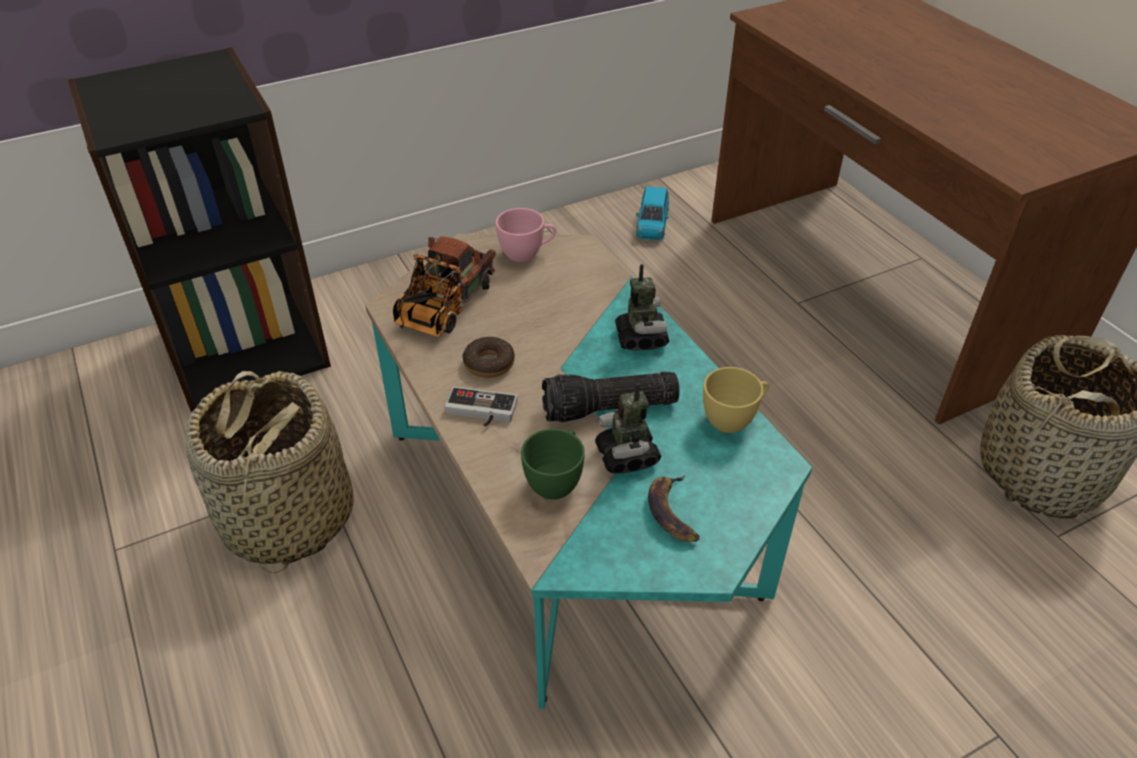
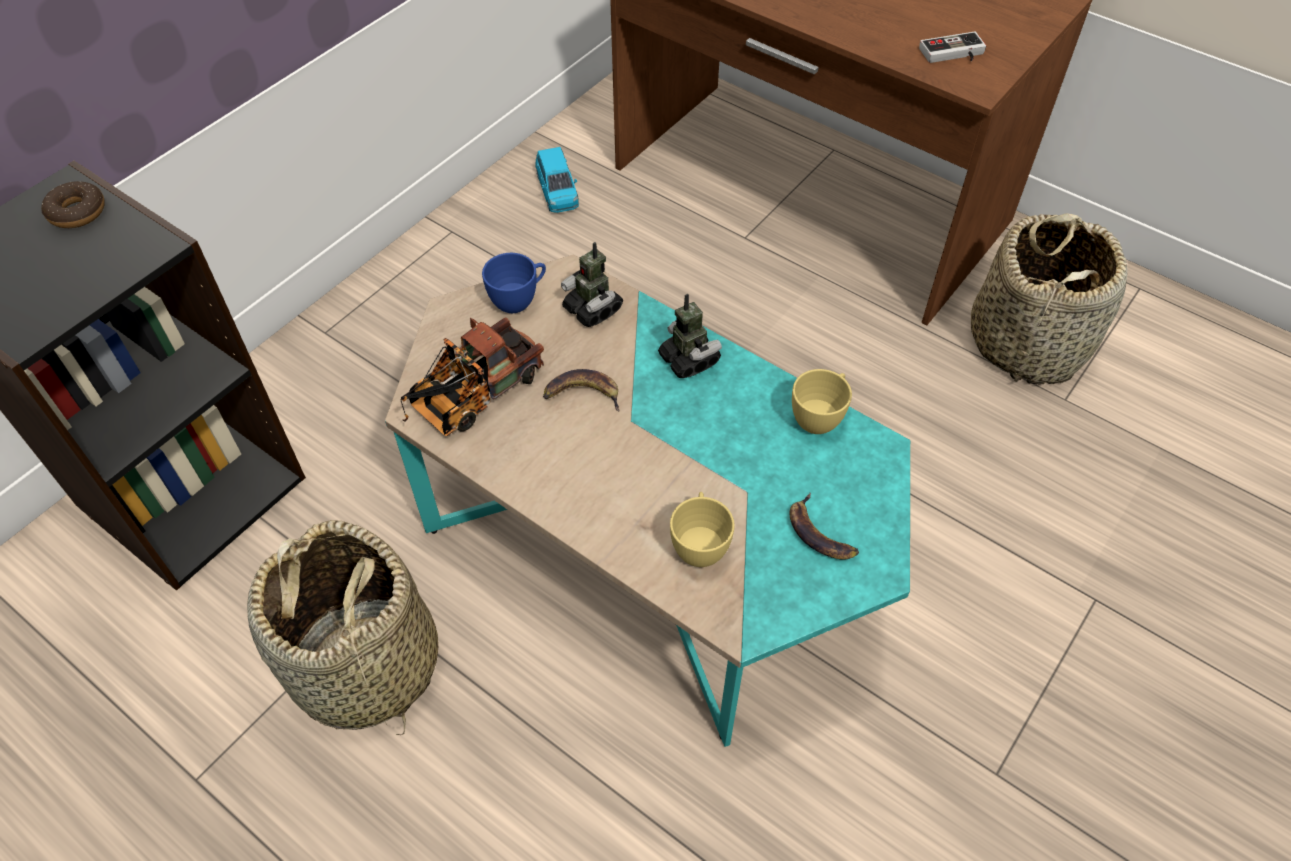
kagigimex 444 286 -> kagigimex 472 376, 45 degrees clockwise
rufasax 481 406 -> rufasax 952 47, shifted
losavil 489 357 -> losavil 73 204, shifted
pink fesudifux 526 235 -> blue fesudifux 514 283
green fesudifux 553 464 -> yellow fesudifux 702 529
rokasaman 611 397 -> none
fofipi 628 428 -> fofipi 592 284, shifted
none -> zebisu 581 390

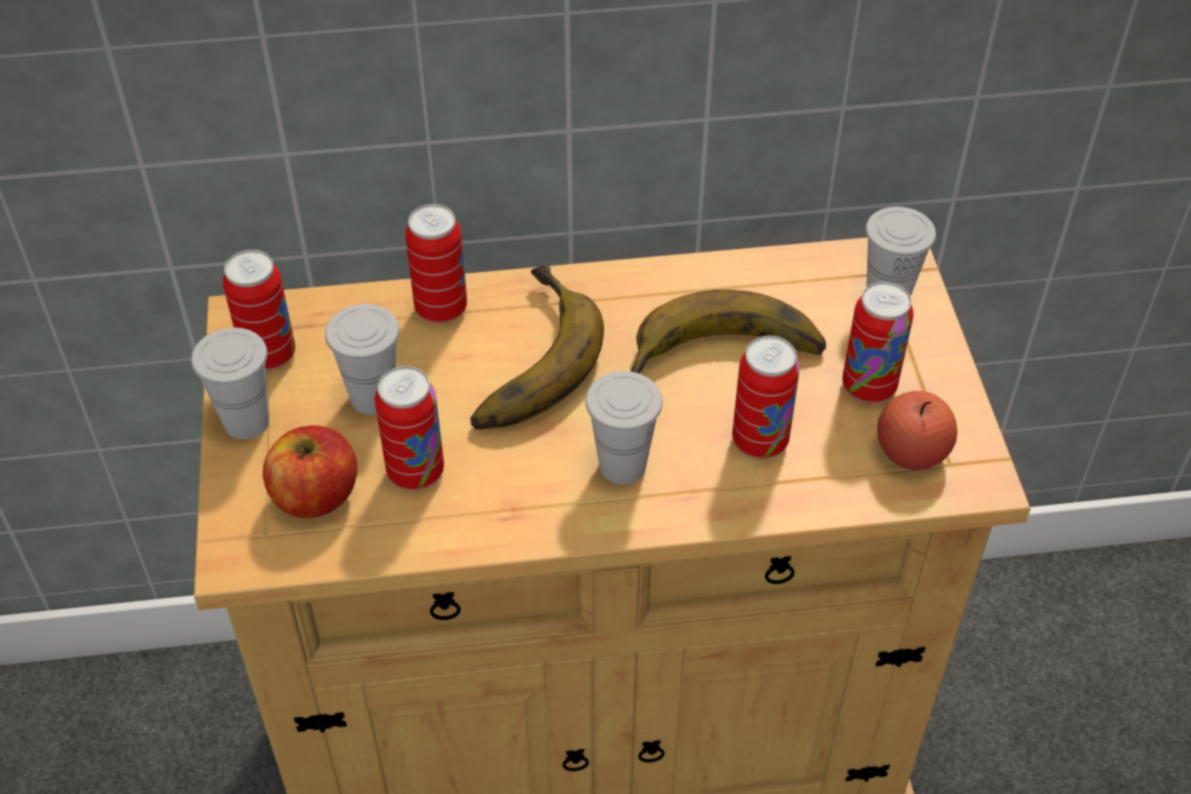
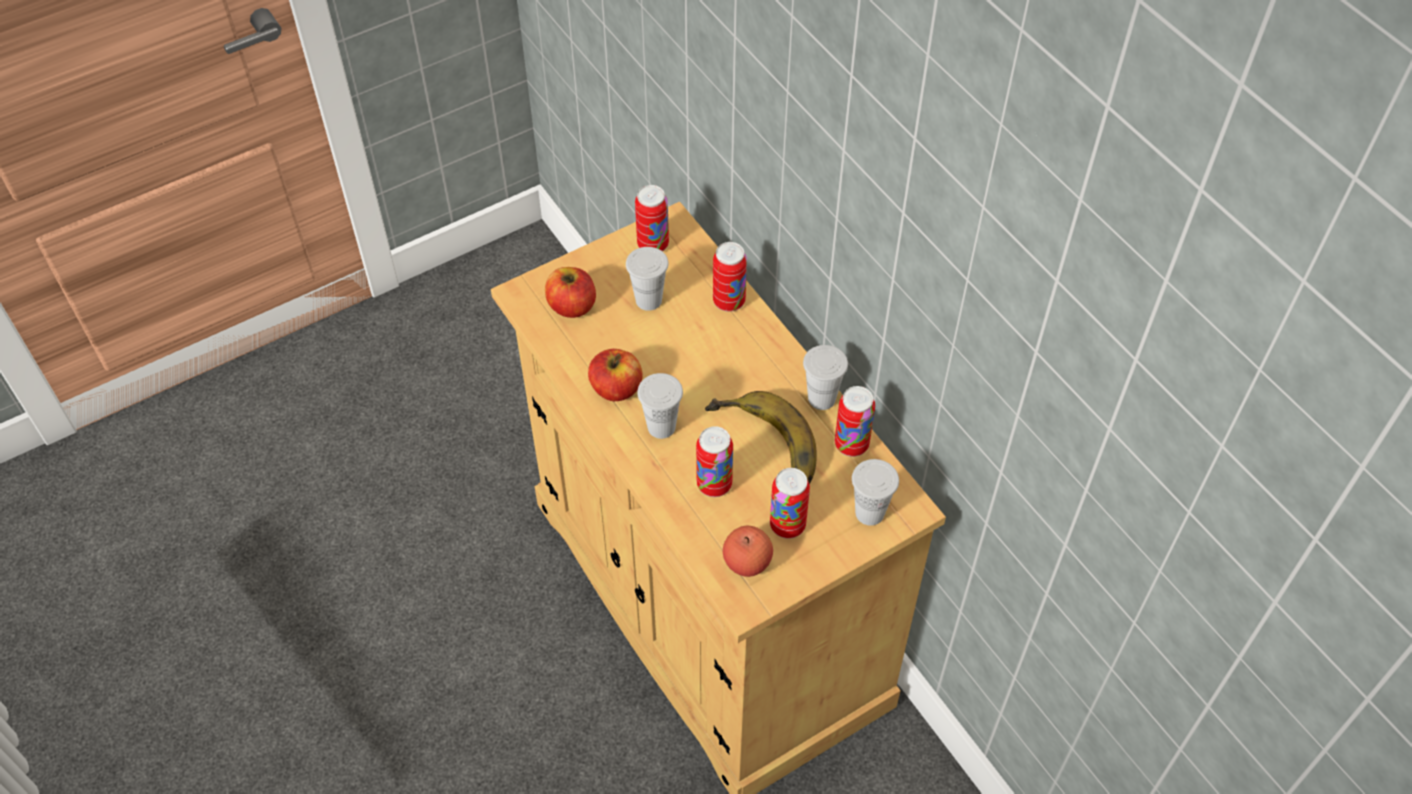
white fesudifux 230 383 -> white fesudifux 825 377, shifted
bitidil 409 428 -> bitidil 855 421, shifted
zebisu 537 347 -> none
none -> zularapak 615 375

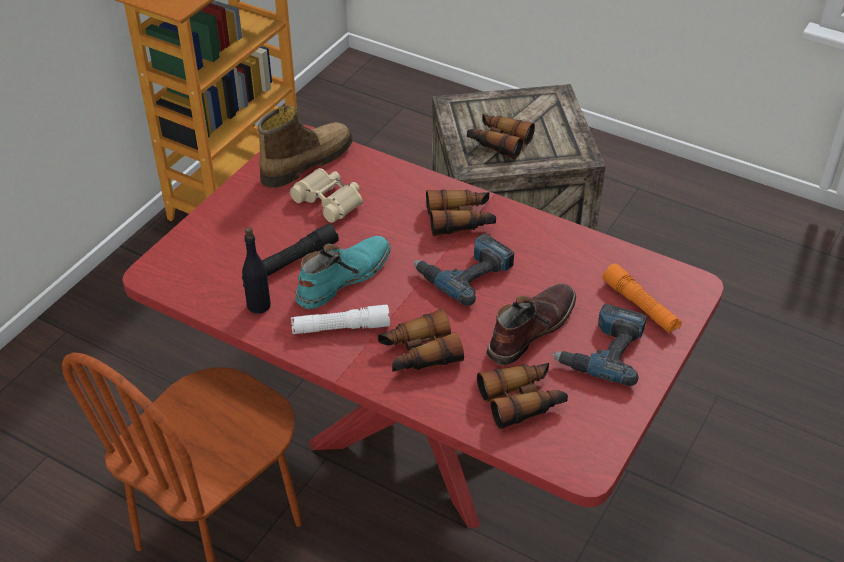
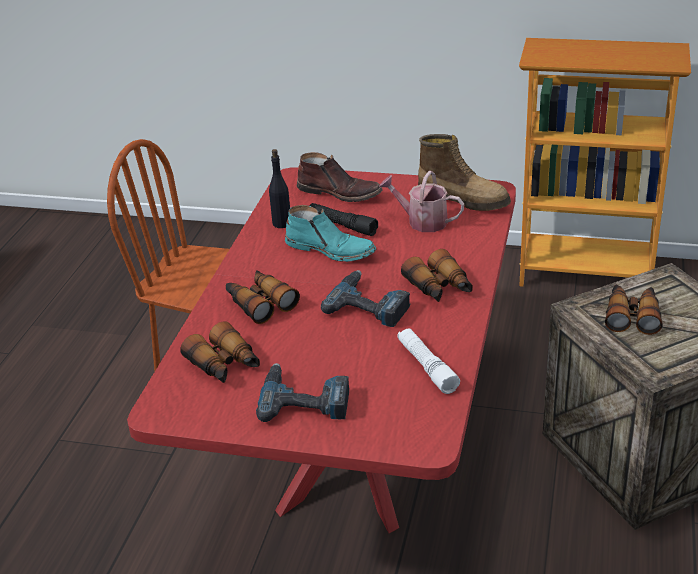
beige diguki 326 195 -> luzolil 421 201
white rokasaman 340 319 -> white rokasaman 428 361, shifted
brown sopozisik 531 324 -> brown sopozisik 340 177, shifted
orange rokasaman 642 298 -> none

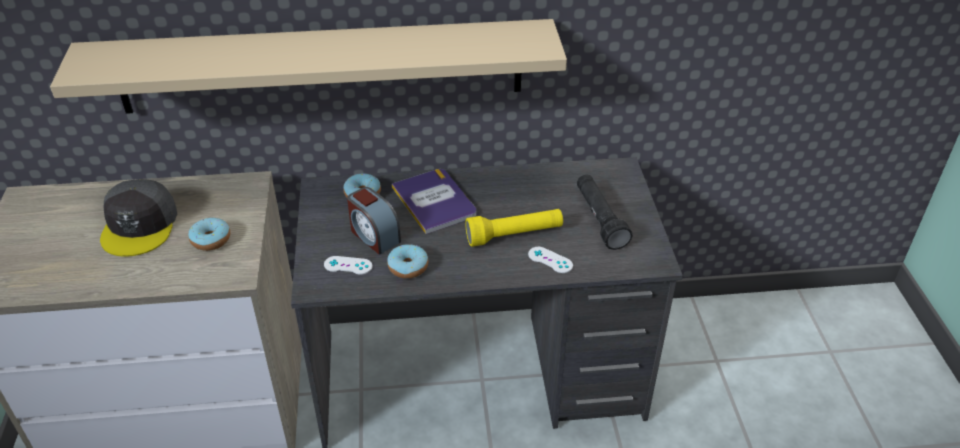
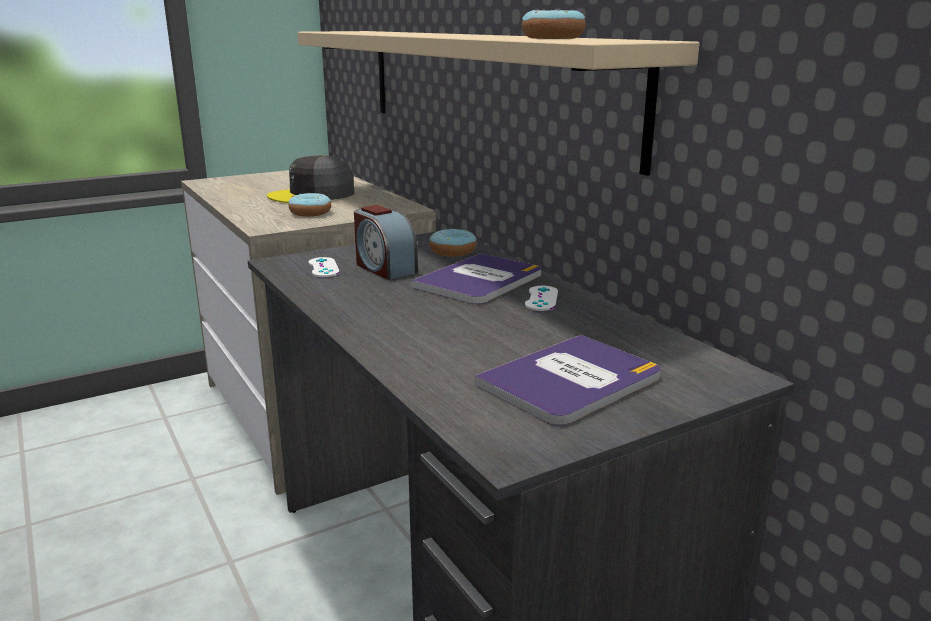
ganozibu 374 221 -> ganozibu 386 242, 60 degrees counterclockwise
losavil 407 261 -> losavil 554 24, shifted
yellow rokasaman 514 228 -> none
white rufasax 550 260 -> white rufasax 541 298, shifted
black rokasaman 605 212 -> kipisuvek 567 380

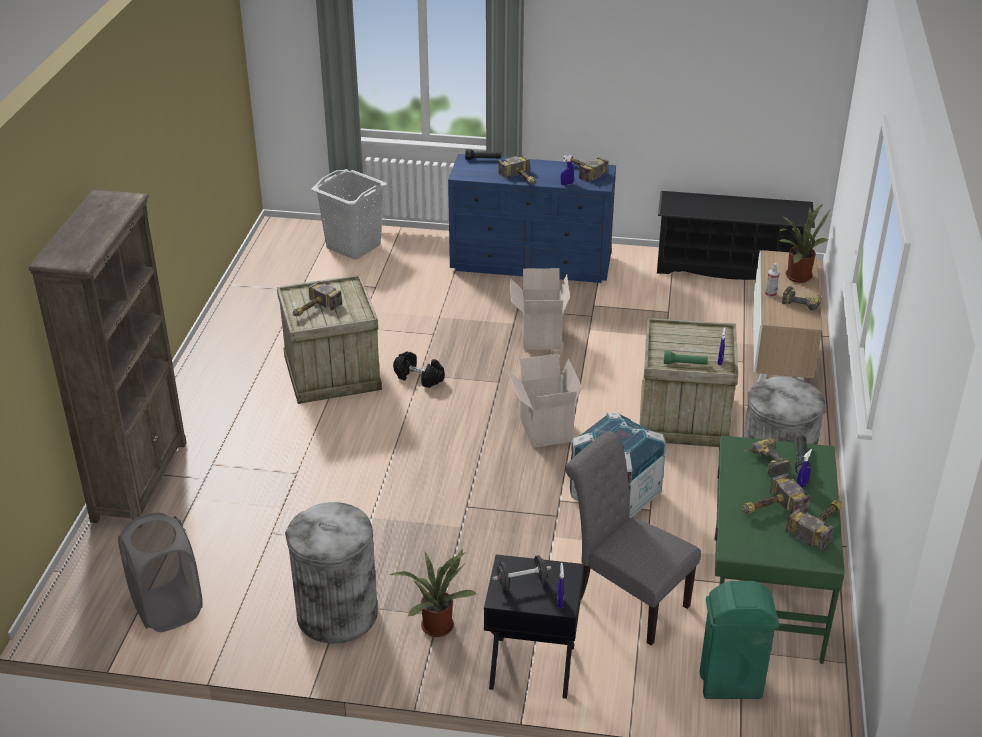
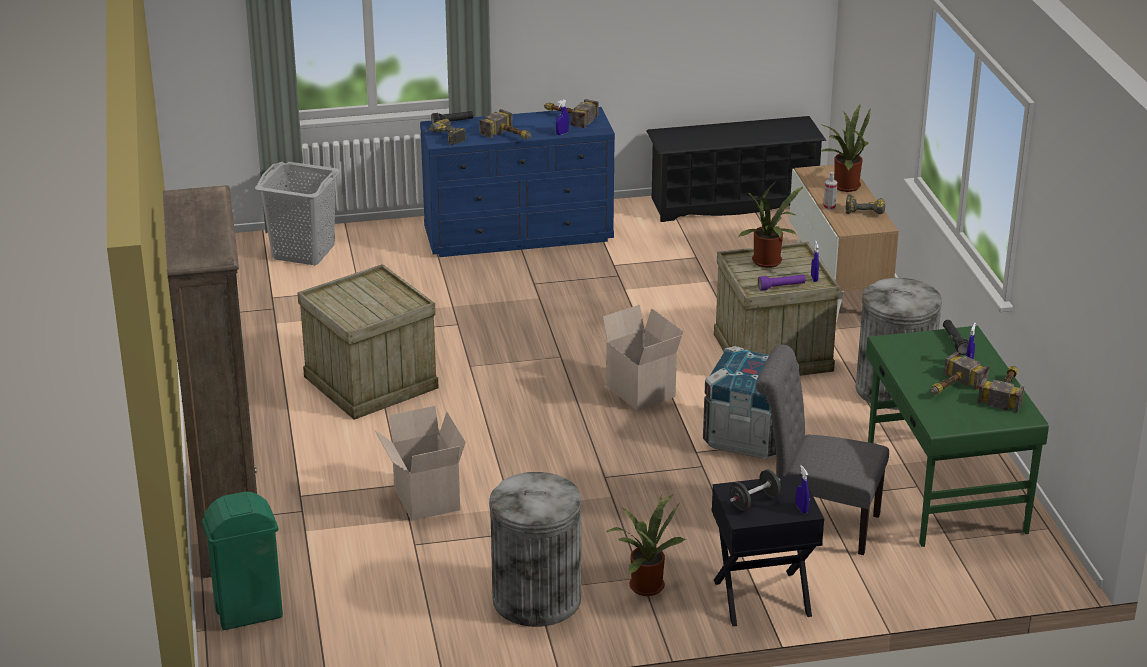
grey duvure 160 572 -> none
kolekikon 317 298 -> none
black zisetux 419 369 -> none
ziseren 540 309 -> ziseren 420 463, shifted
green rokasaman 686 358 -> purple rokasaman 781 283
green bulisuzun 739 640 -> green bulisuzun 242 561, shifted
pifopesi 766 457 -> pifopesi 445 132, shifted
none -> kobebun 770 225

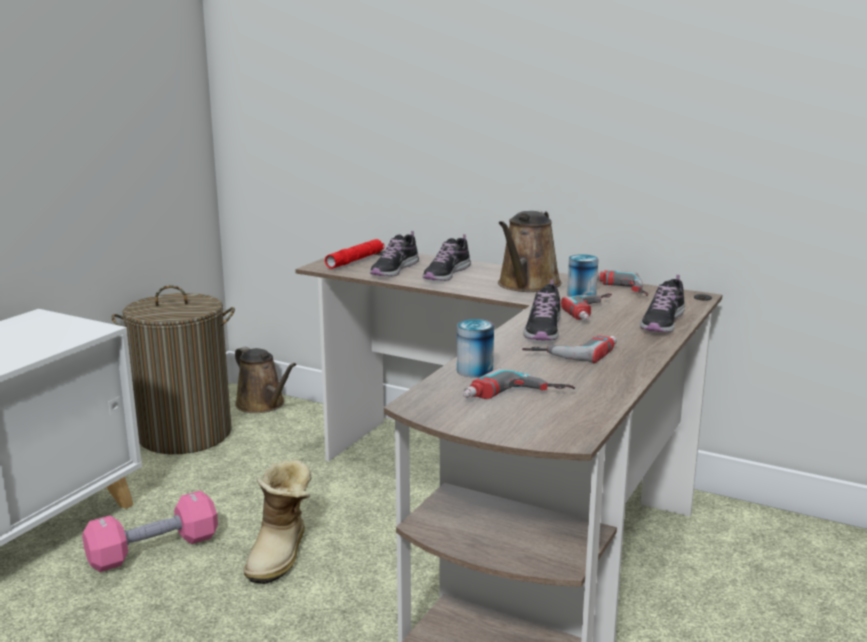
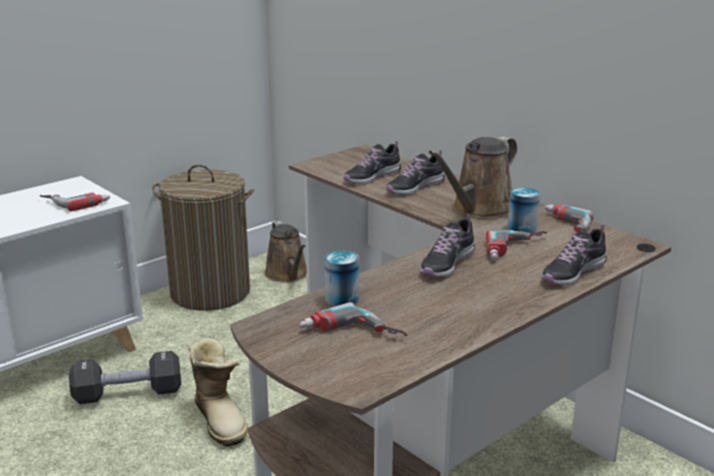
pink zisetux 150 531 -> black zisetux 125 377
sopozisik 277 521 -> sopozisik 218 392, 60 degrees counterclockwise
red rokasaman 355 254 -> none
pifopesi 569 349 -> pifopesi 75 202, shifted

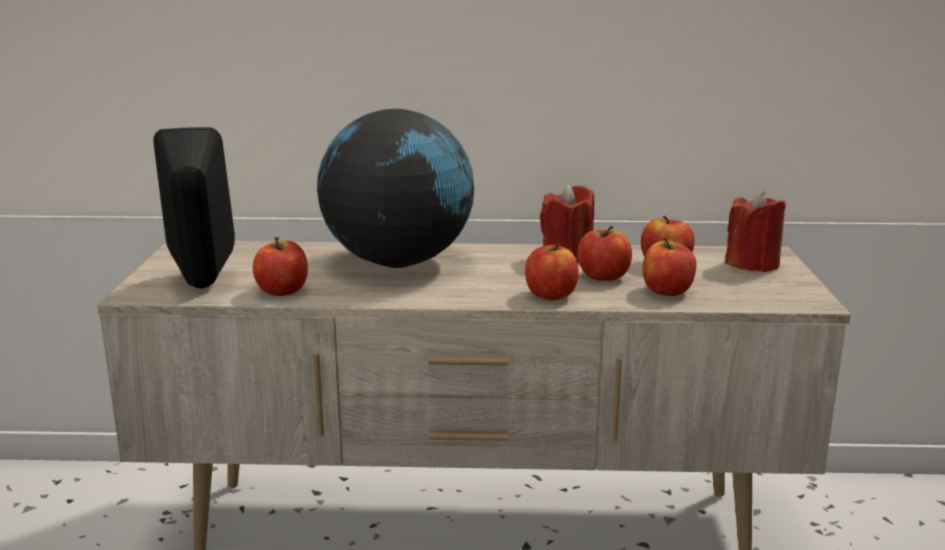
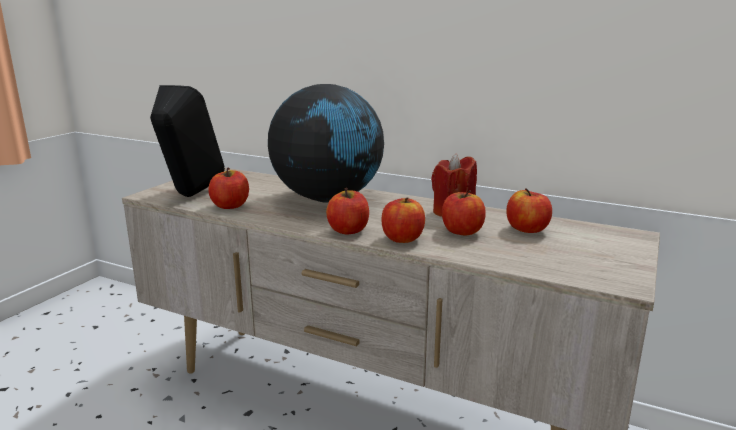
zularapak 670 267 -> zularapak 347 211, shifted
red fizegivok 755 231 -> none

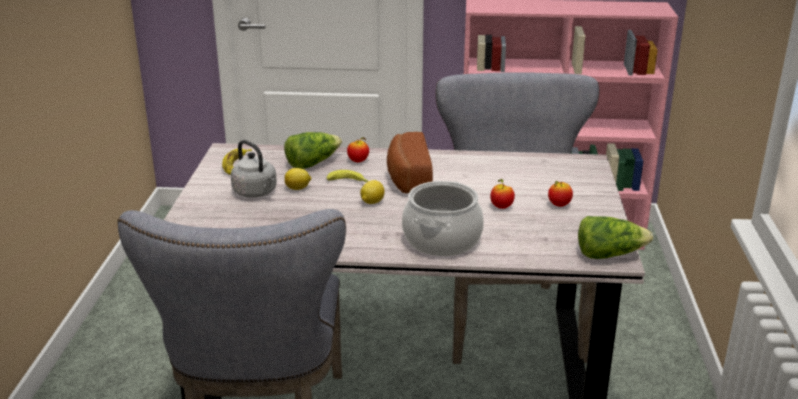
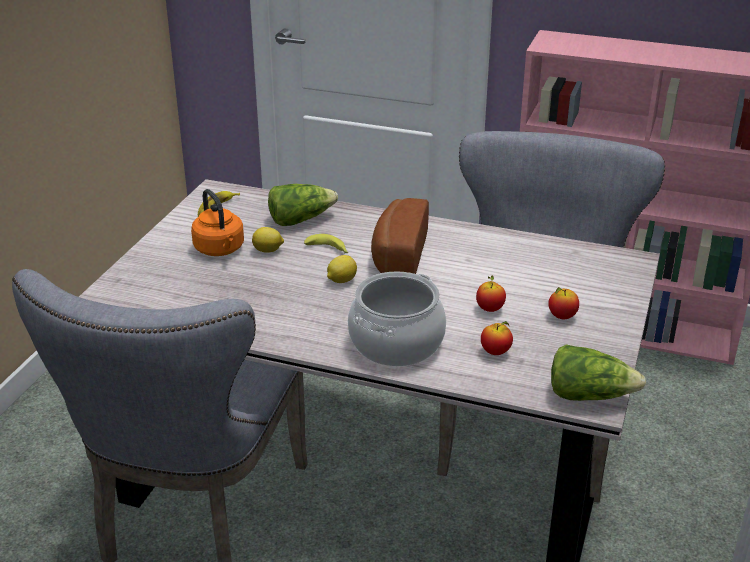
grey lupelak 254 169 -> orange lupelak 217 222
zularapak 358 149 -> zularapak 497 338, shifted

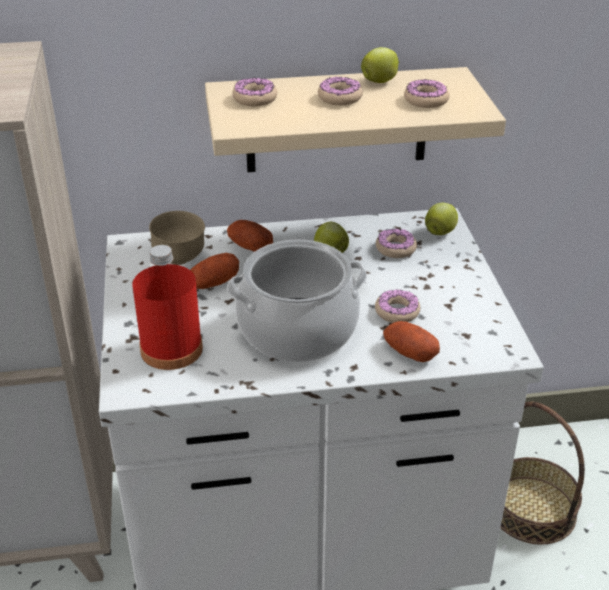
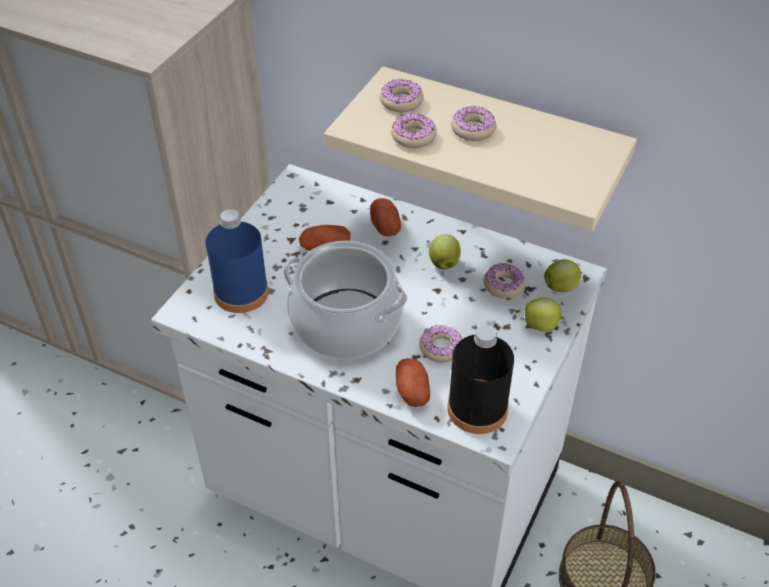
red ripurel 167 307 -> blue ripurel 237 261
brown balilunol 177 238 -> none
zularapak 380 65 -> zularapak 544 315, shifted
losavil 427 93 -> losavil 414 130, shifted
none -> black ripurel 480 379

